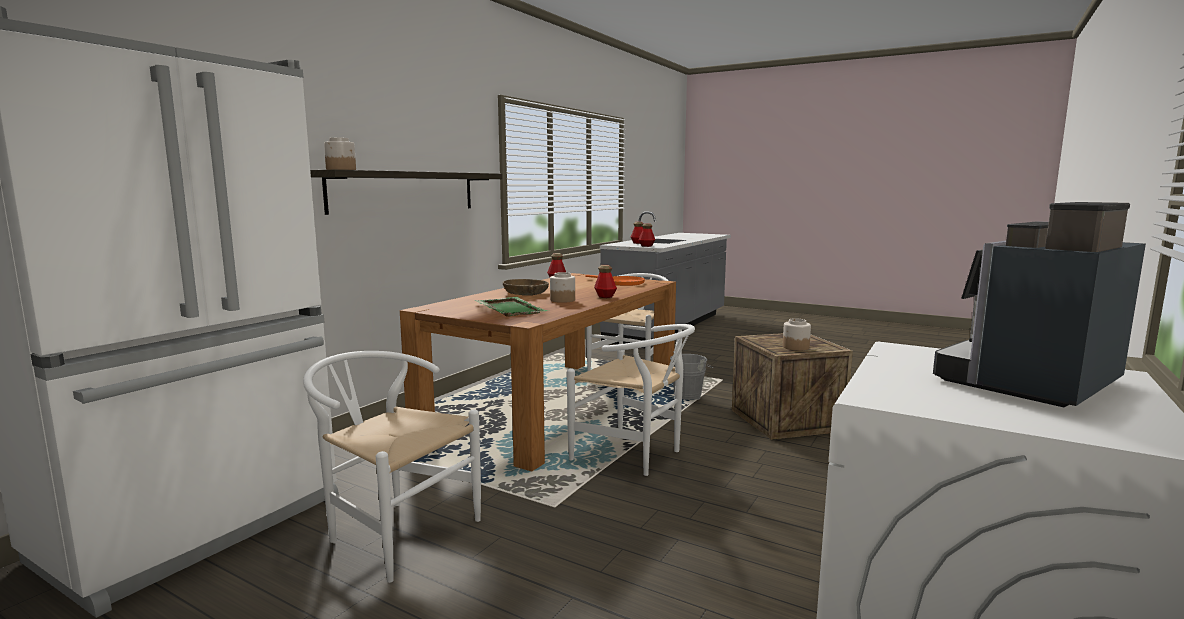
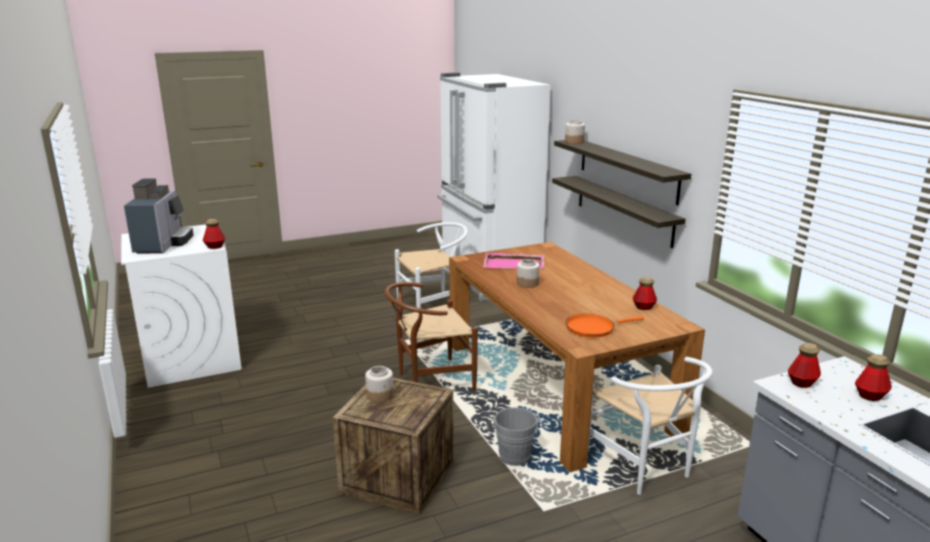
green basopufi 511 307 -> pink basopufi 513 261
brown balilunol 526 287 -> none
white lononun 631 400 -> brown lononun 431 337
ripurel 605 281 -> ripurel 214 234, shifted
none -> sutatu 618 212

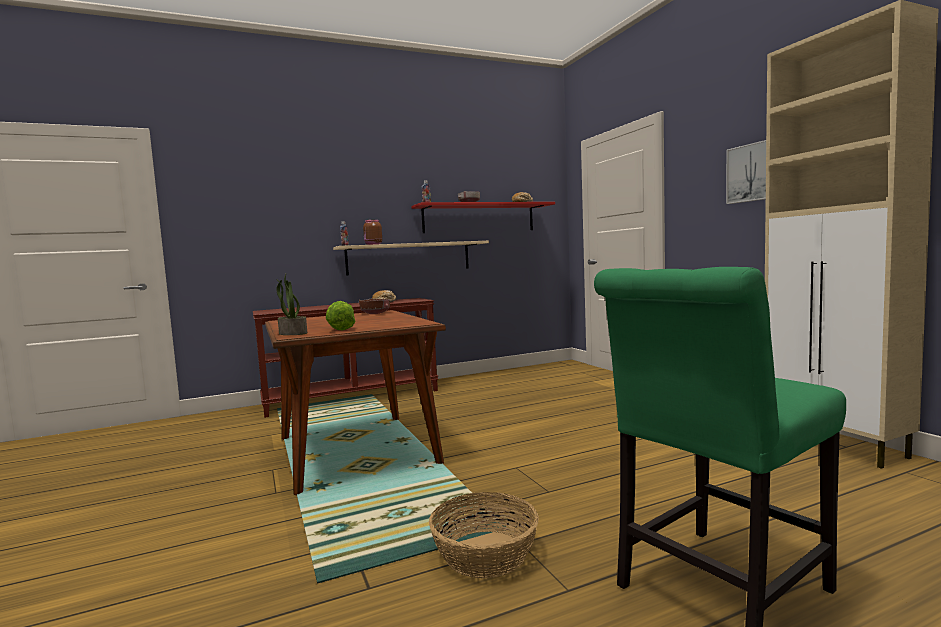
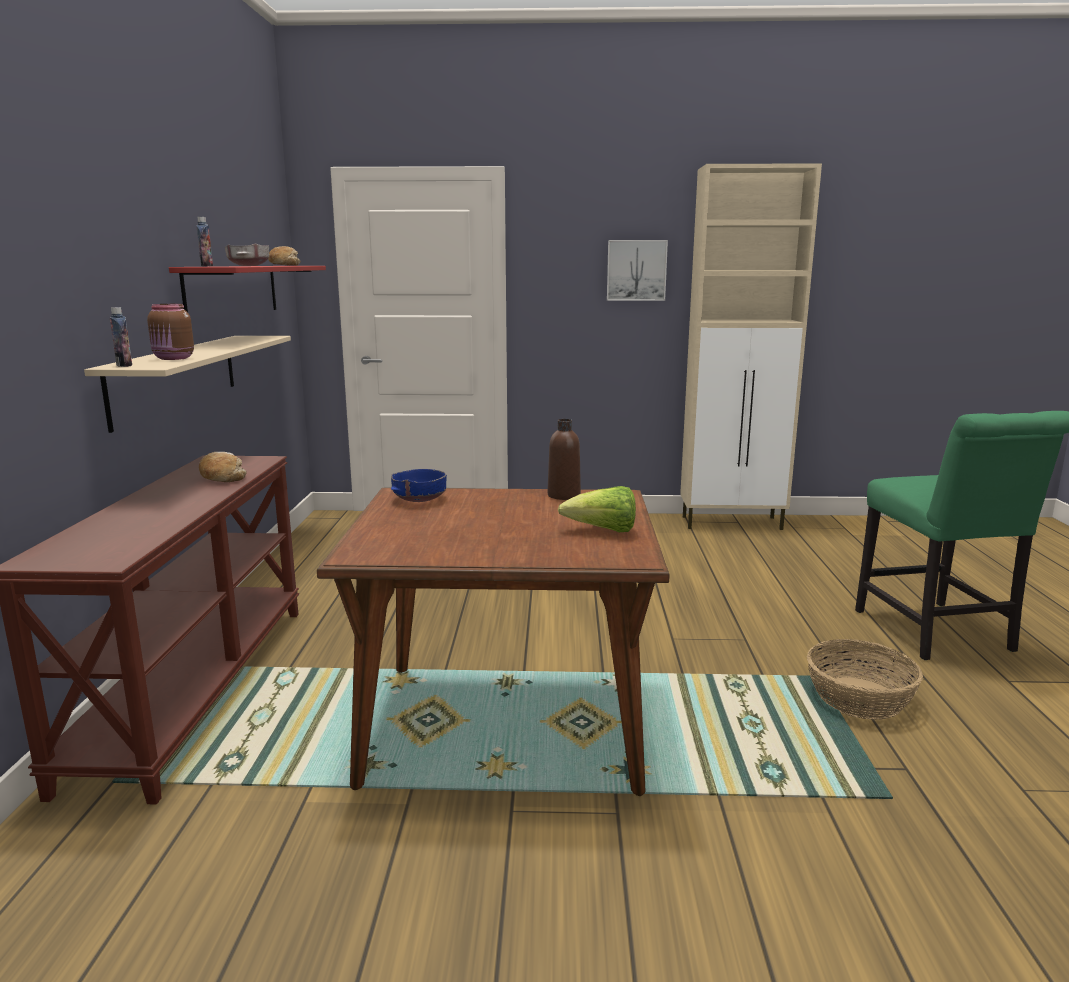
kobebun 291 304 -> none
brown balilunol 374 306 -> blue balilunol 419 485
none -> brown ripurel 564 459

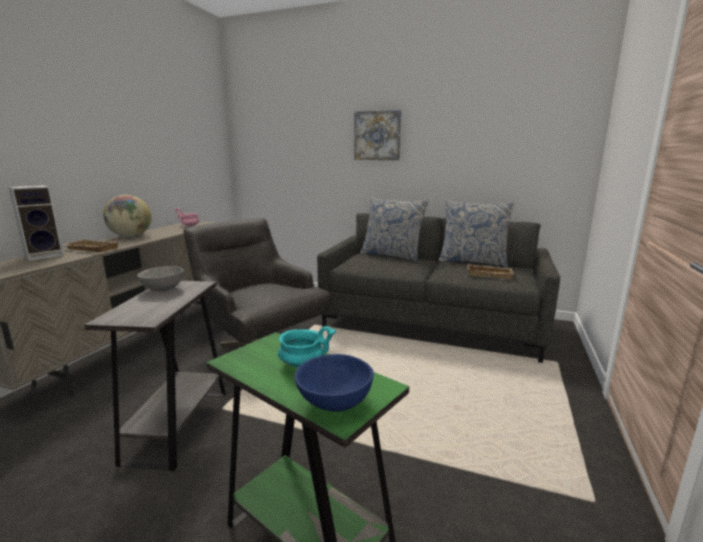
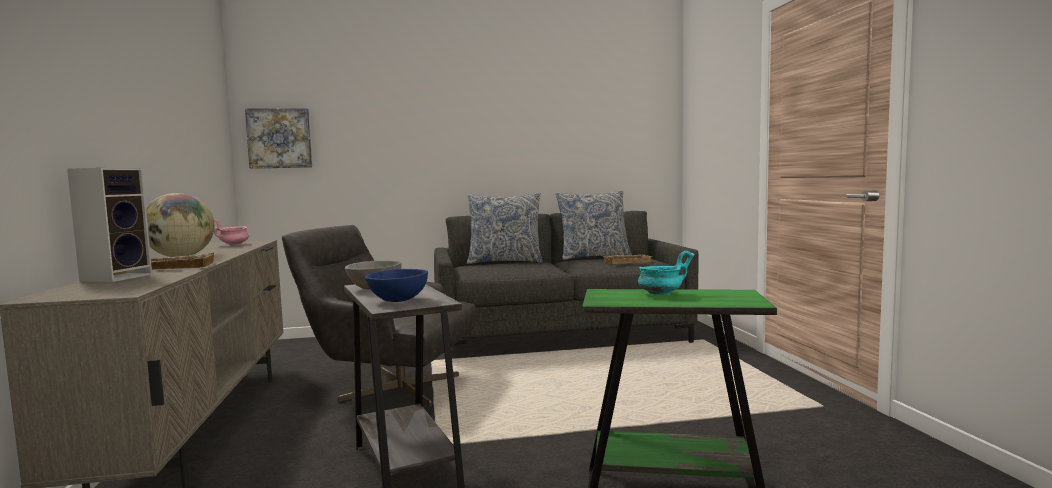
blue balilunol 334 383 -> blue balilunol 396 285, shifted
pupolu 377 135 -> pupolu 278 138, shifted

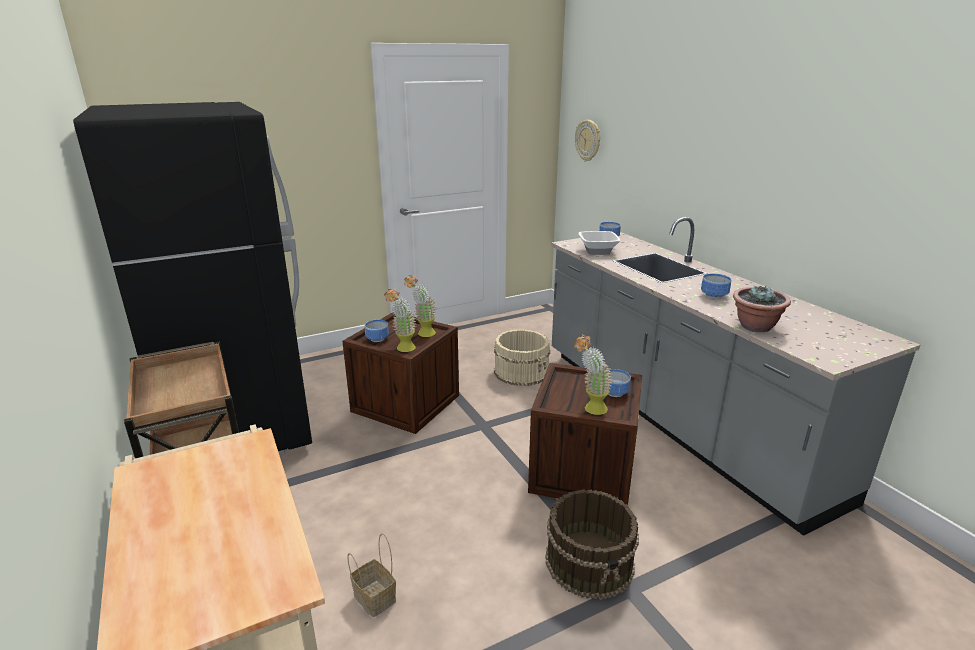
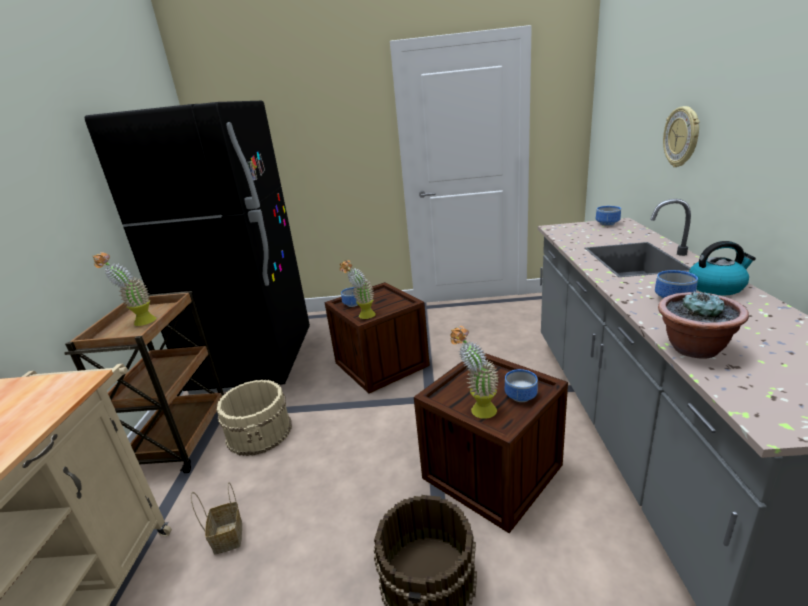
kobebun 420 306 -> kobebun 124 289, shifted
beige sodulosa 522 357 -> beige sodulosa 254 418, shifted
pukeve 587 140 -> pukeve 681 136, shifted
balilunol 599 243 -> none
none -> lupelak 722 268

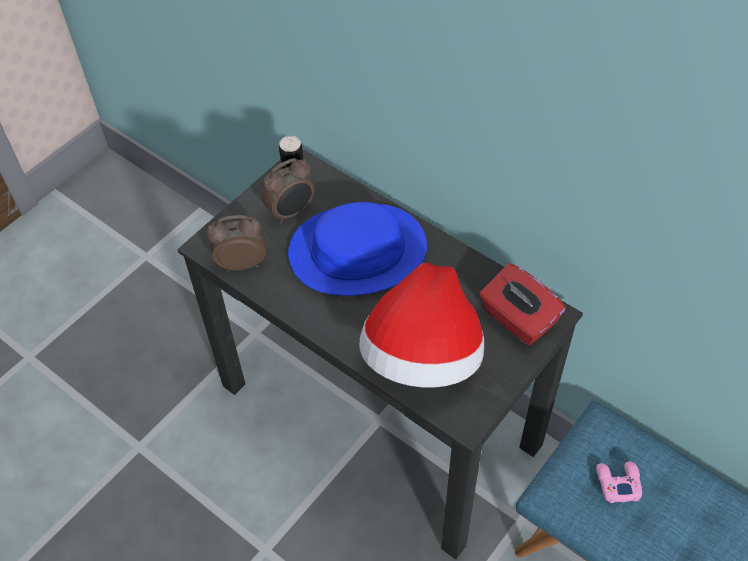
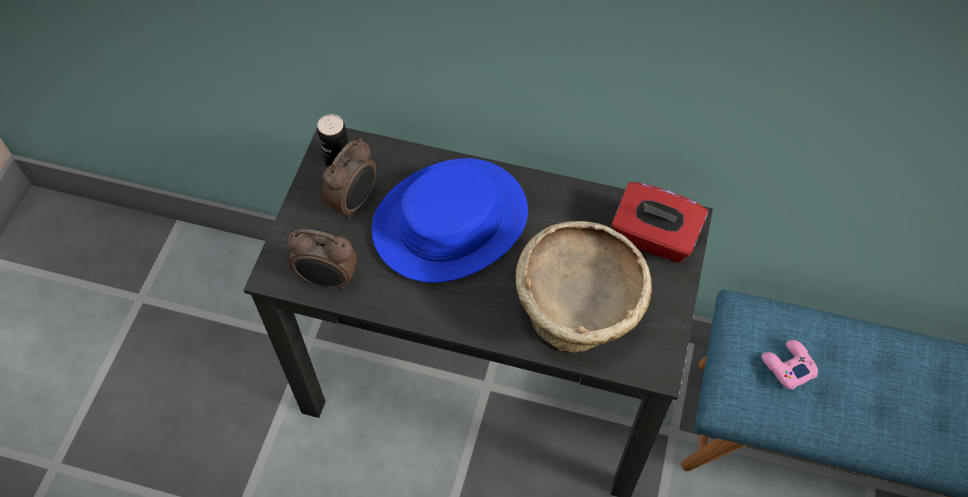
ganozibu 236 243 -> ganozibu 322 259, 135 degrees counterclockwise
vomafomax 421 325 -> beige balilunol 584 286

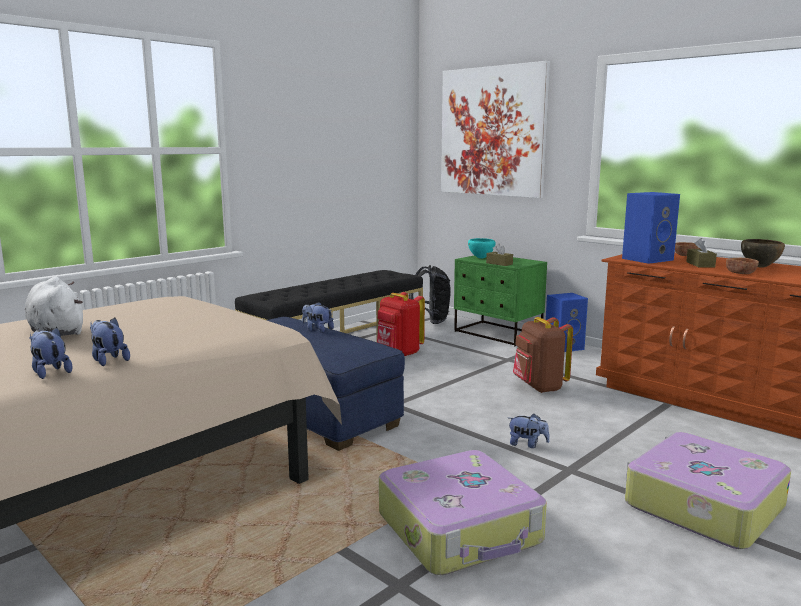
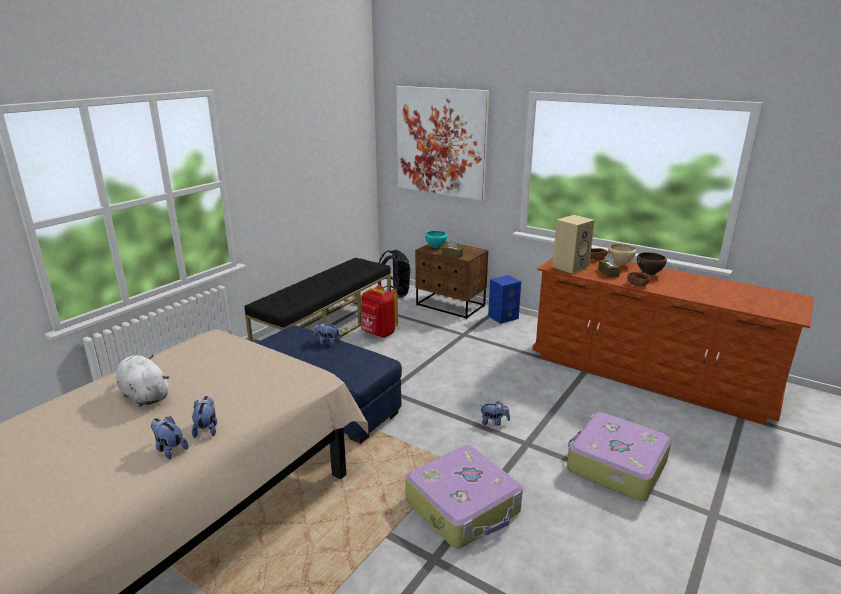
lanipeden 110 342 -> lanipeden 204 417, 45 degrees clockwise
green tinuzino 500 300 -> brown tinuzino 451 280
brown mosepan 543 355 -> none
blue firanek 651 228 -> beige firanek 573 244
none -> beige balilunol 622 254

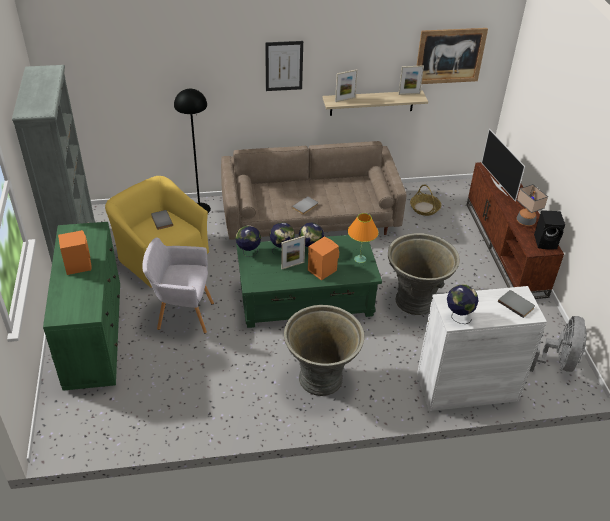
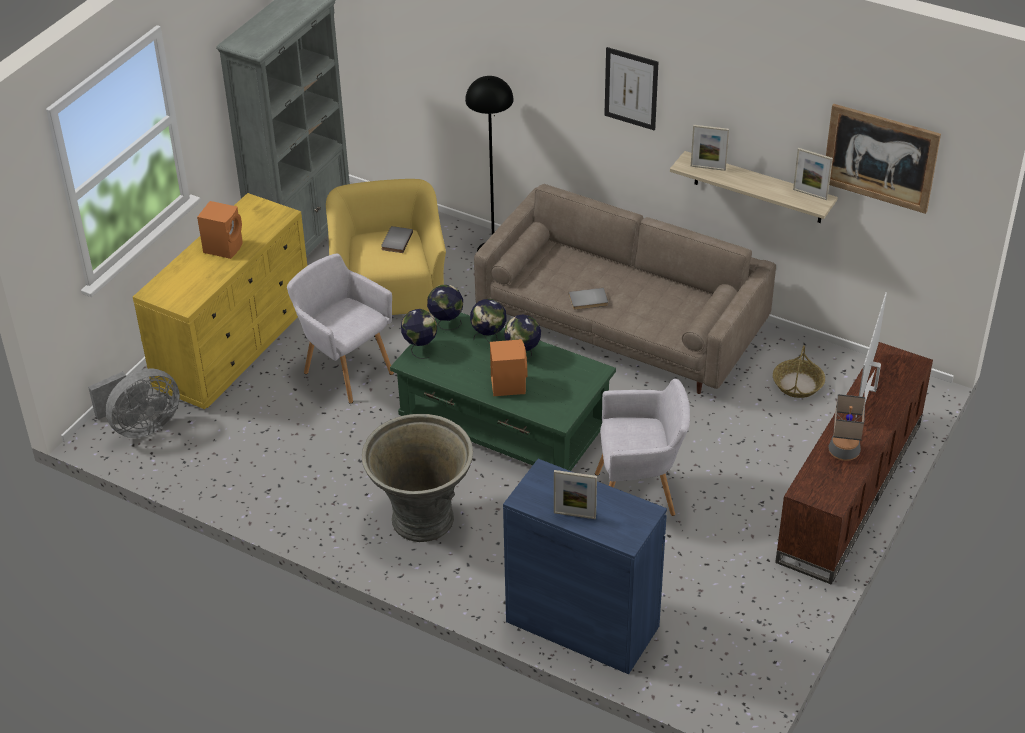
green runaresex 81 306 -> yellow runaresex 220 301
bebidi 293 252 -> bebidi 575 494, shifted
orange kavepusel 363 238 -> none
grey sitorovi 424 274 -> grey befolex 642 447
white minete 482 348 -> blue minete 585 566
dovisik 463 304 -> dovisik 419 334, shifted
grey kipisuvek 516 304 -> none
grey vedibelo 558 344 -> grey vedibelo 134 403, shifted
black firanek 549 229 -> none

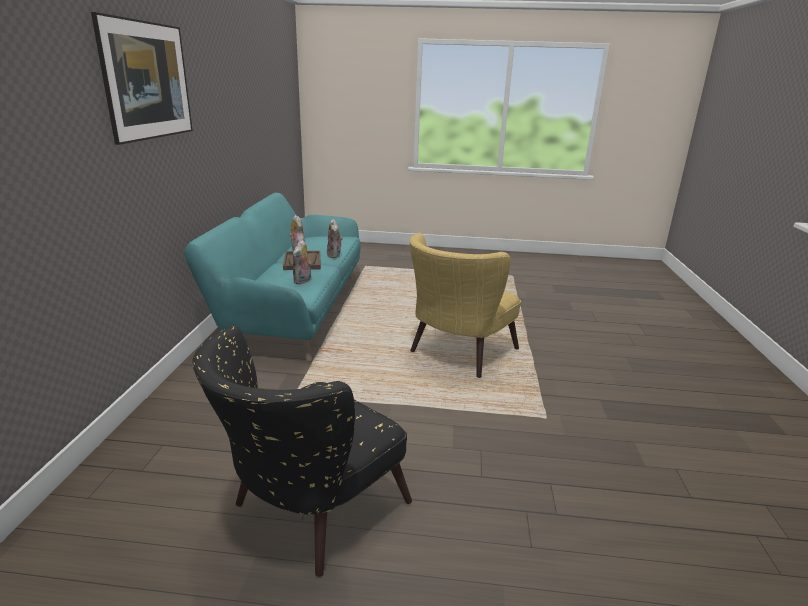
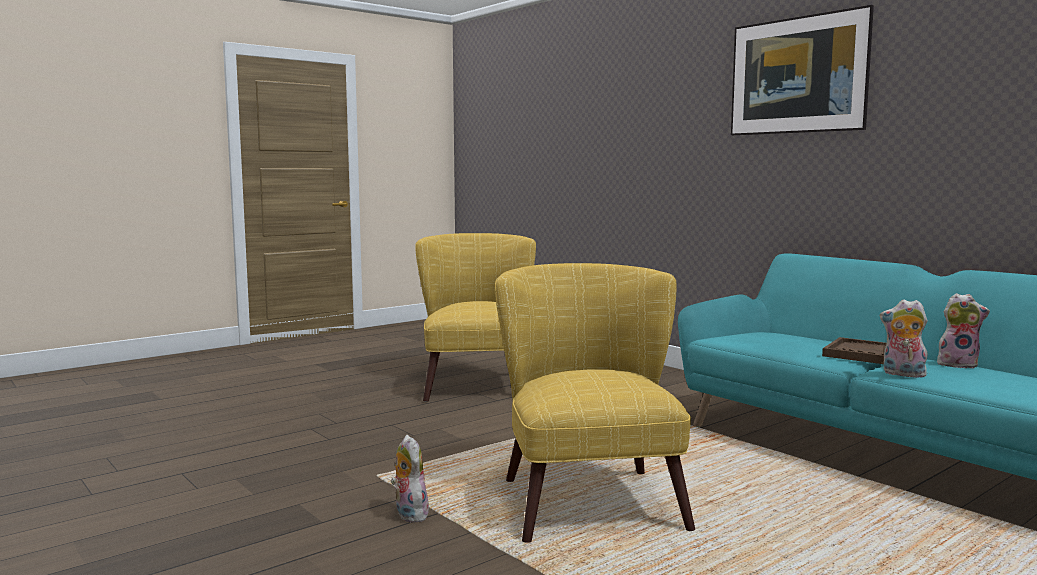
black befolex 302 451 -> yellow befolex 475 317
lanipeden 302 262 -> lanipeden 410 479, shifted

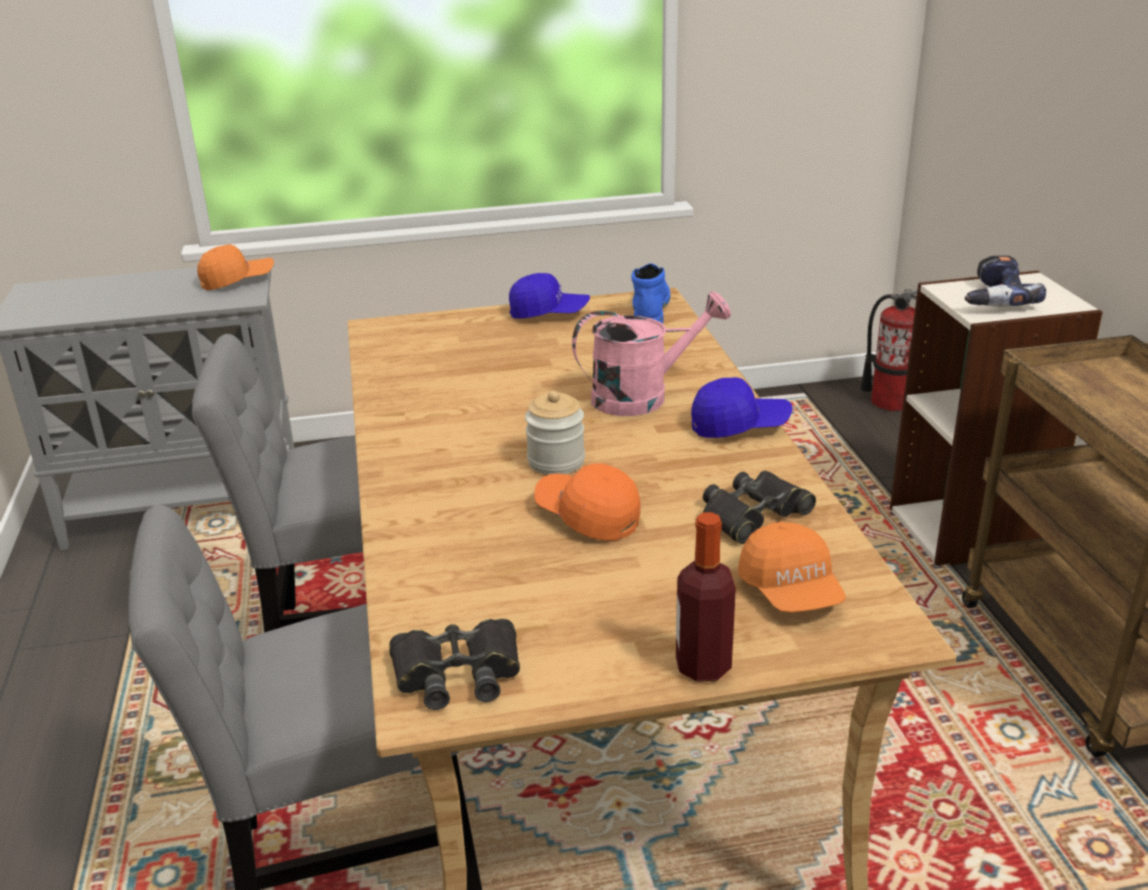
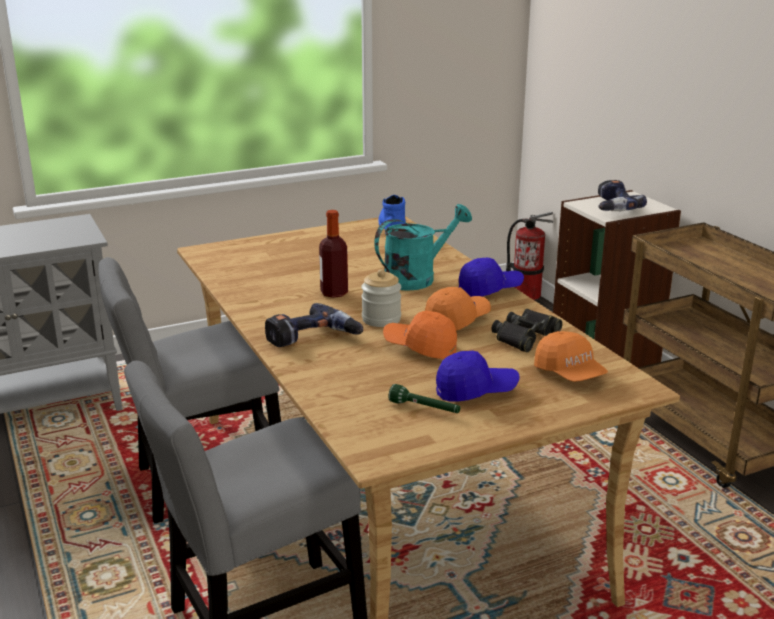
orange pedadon 235 267 -> orange pedadon 458 308, shifted
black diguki 454 664 -> none
blue pedadon 549 296 -> blue pedadon 478 376, shifted
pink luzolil 651 353 -> turquoise luzolil 423 247
ripurel 706 597 -> ripurel 333 254, shifted
none -> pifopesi 314 325
none -> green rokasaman 424 398

